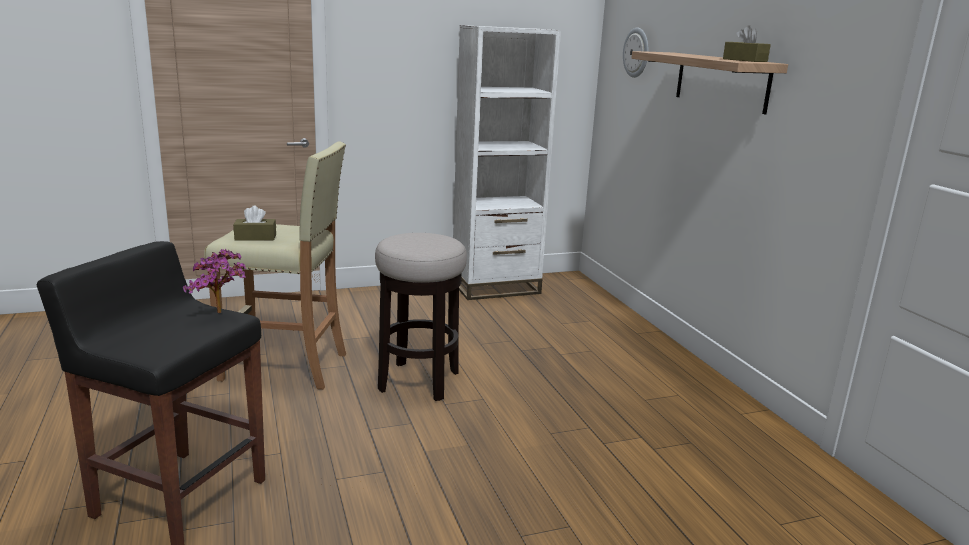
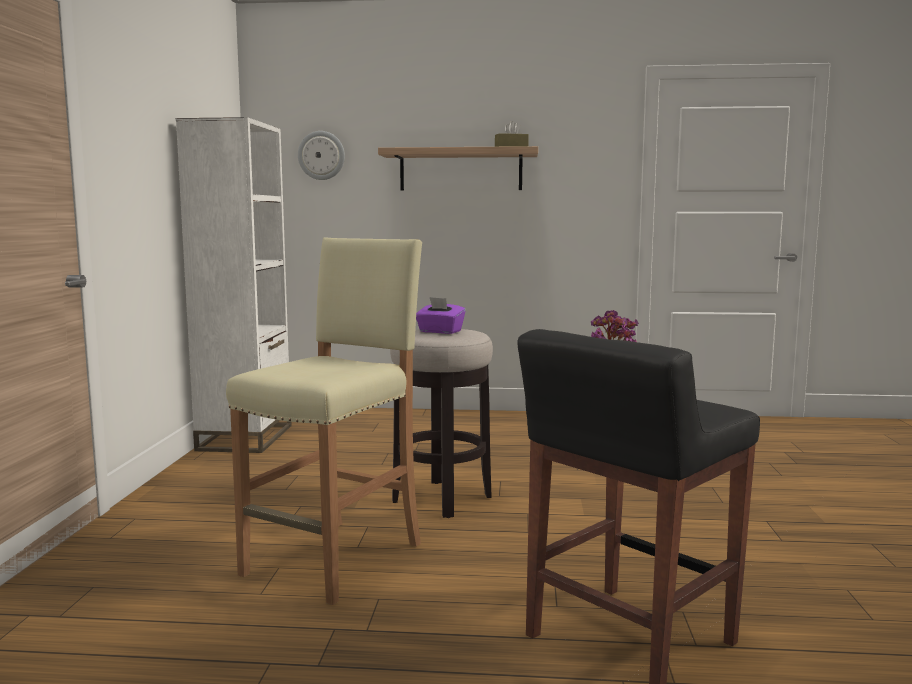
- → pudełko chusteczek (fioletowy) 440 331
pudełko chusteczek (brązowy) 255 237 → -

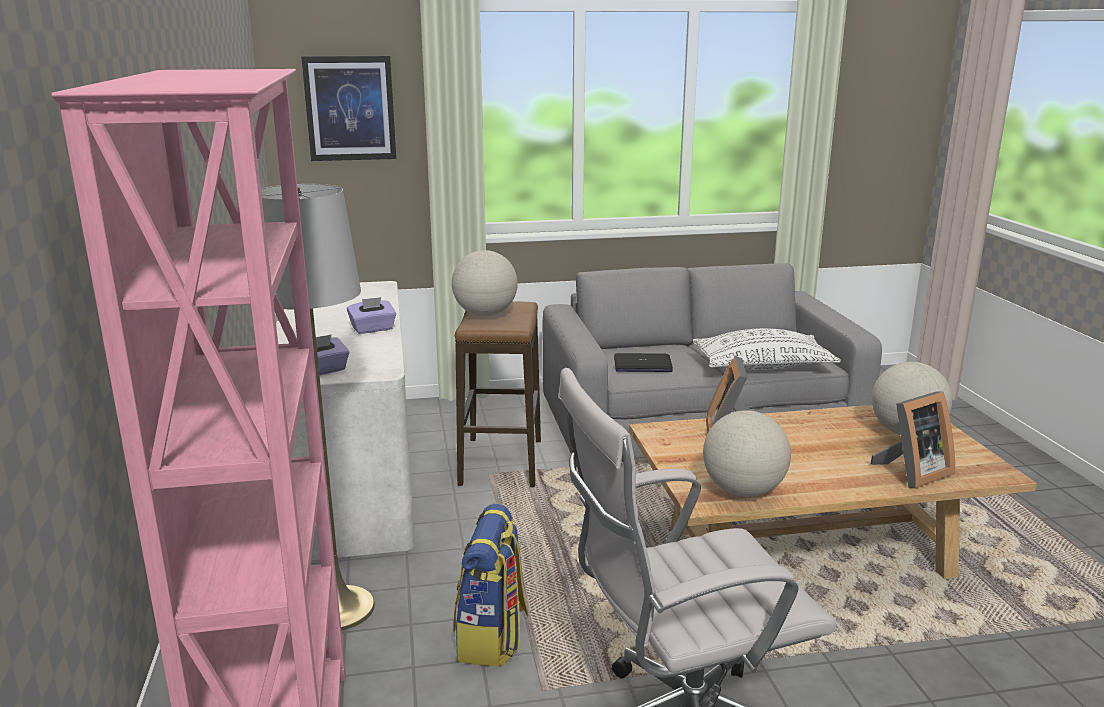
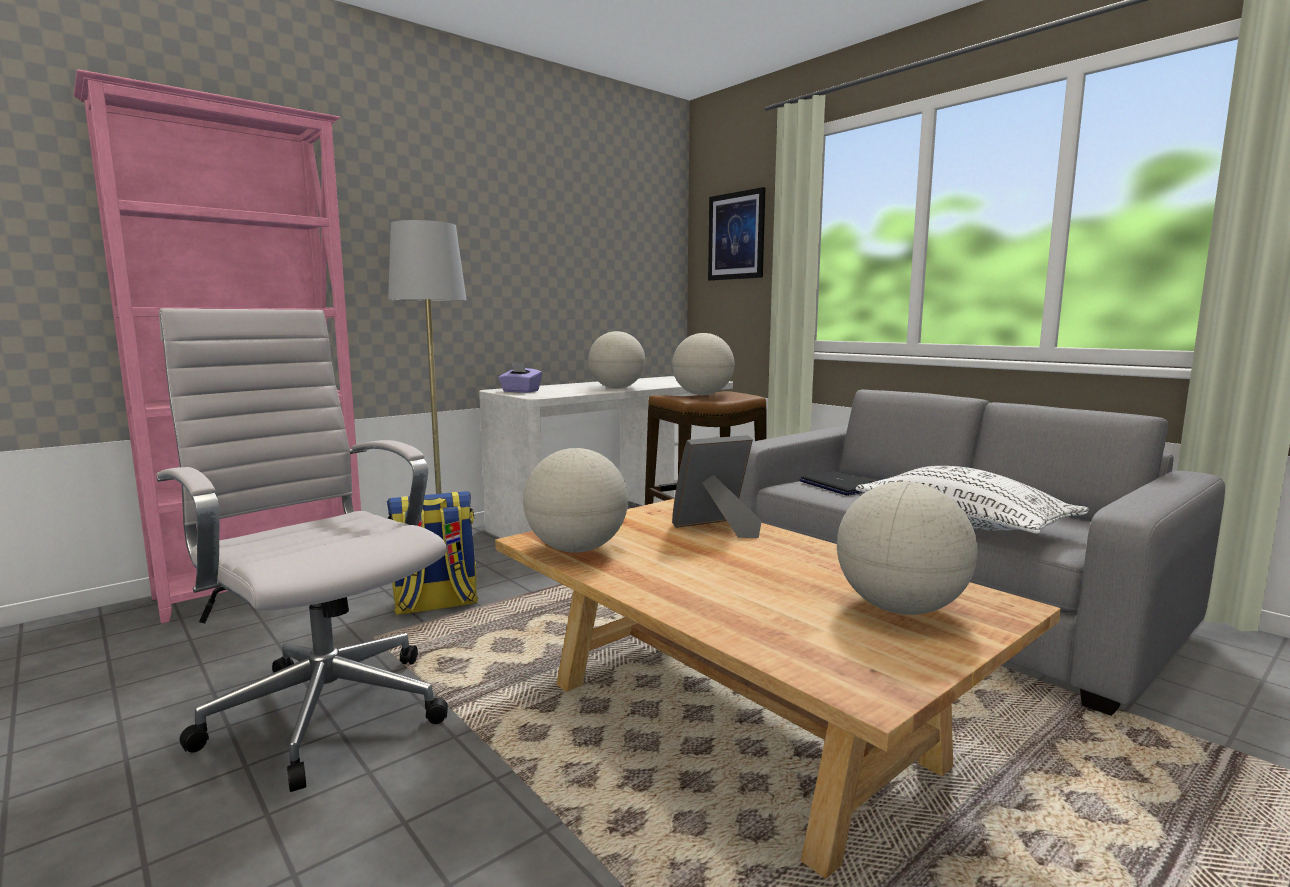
pudełko chusteczek (fioletowy) 373 329 → globus 617 388
ramka na zdjęcie 911 473 → -

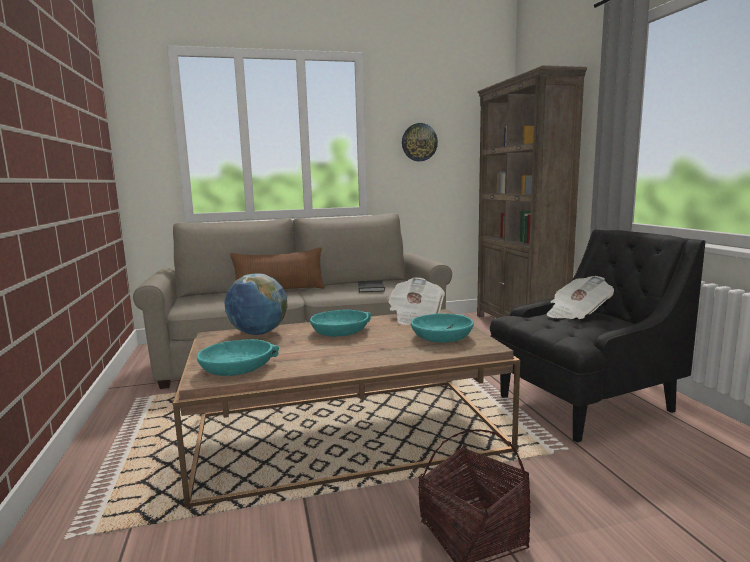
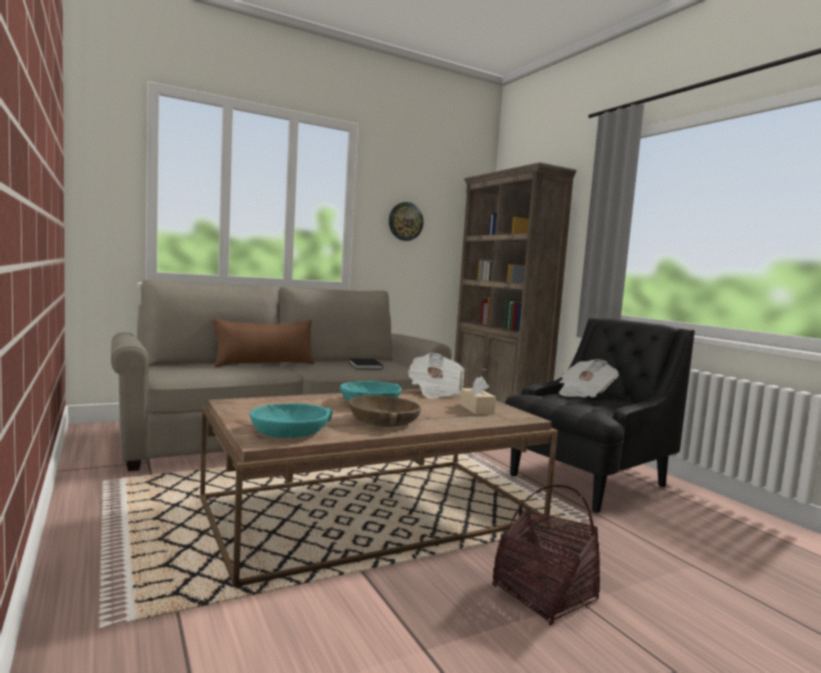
- → miska (brązowy) 384 421
miska (turkusowy) 442 336 → pudełko chusteczek (beżowy) 476 409
globus 258 333 → -

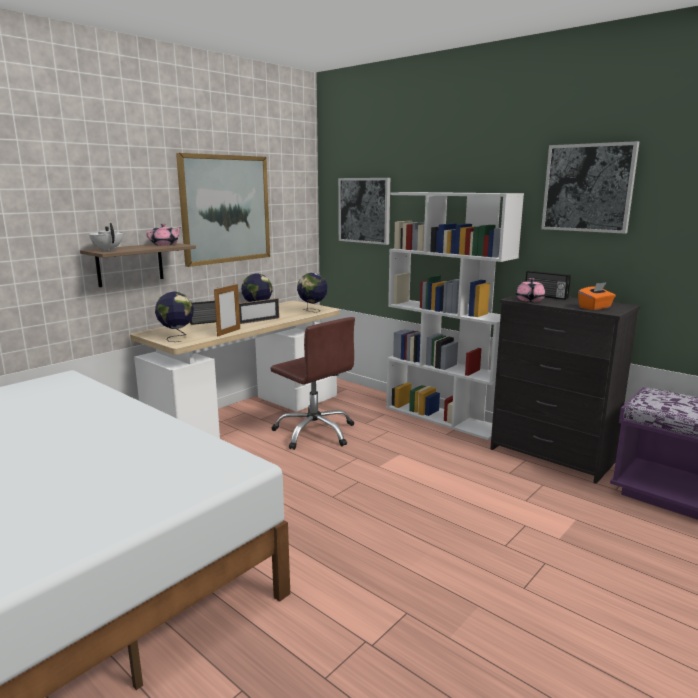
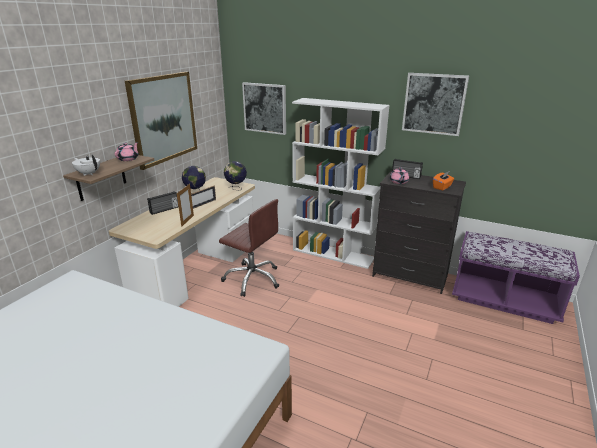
globus 177 338 → -

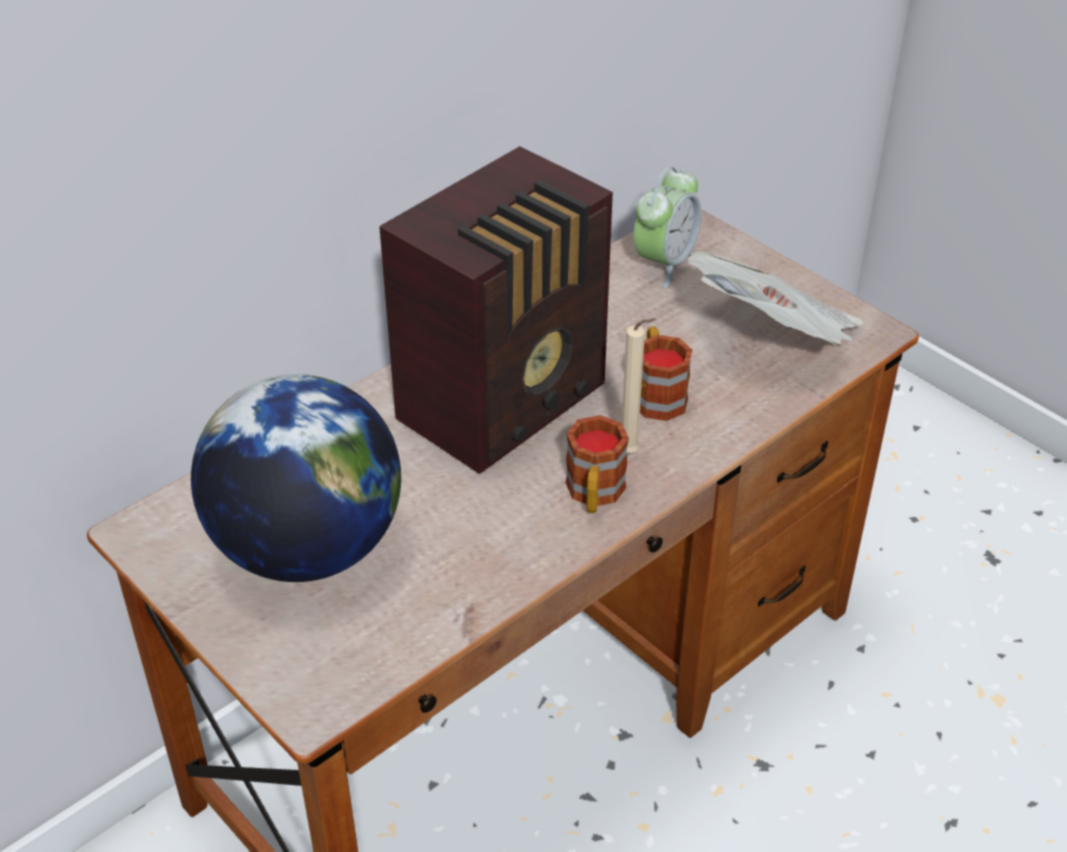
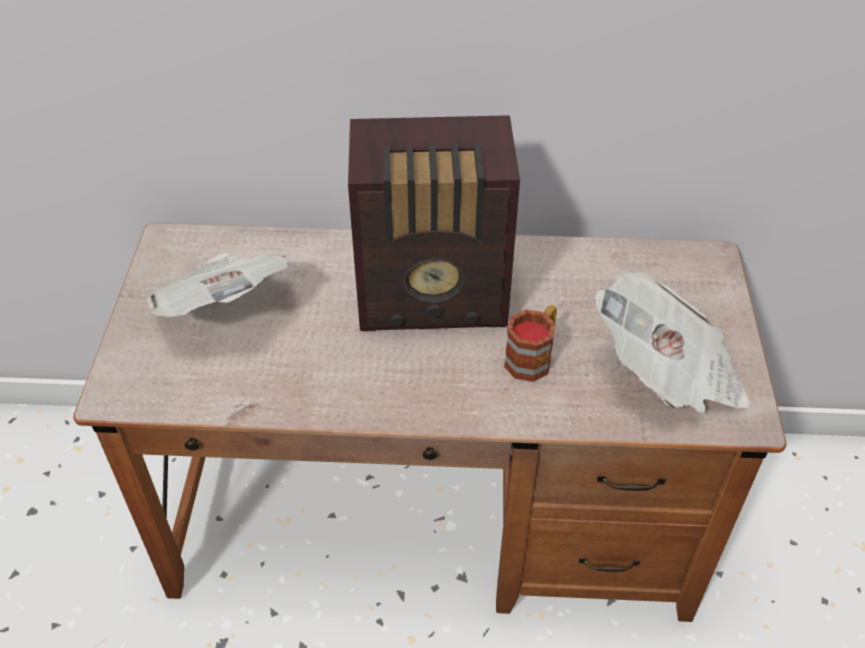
globus 307 549 → gazeta 223 308
kubek 594 495 → -
świeca (beżowy) 632 453 → -
budzik 664 263 → -

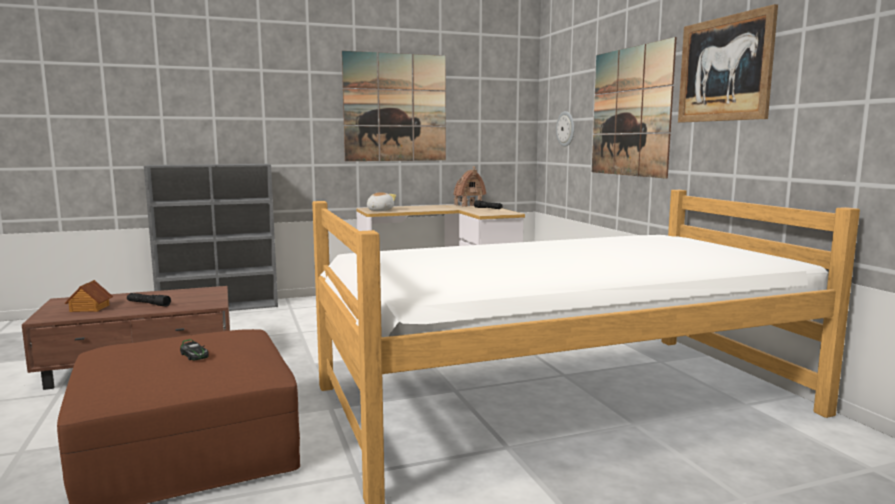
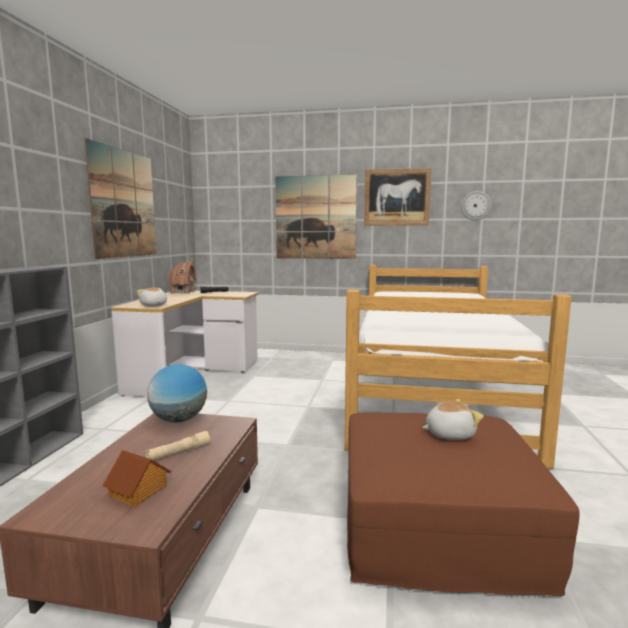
latarka (czarny) 148 304 → latarka (beżowy) 179 453
- → globus 179 420
samochodzik 194 355 → pluszak 449 434
zegar ścienny 566 129 → zegar ścienny 476 205, shifted

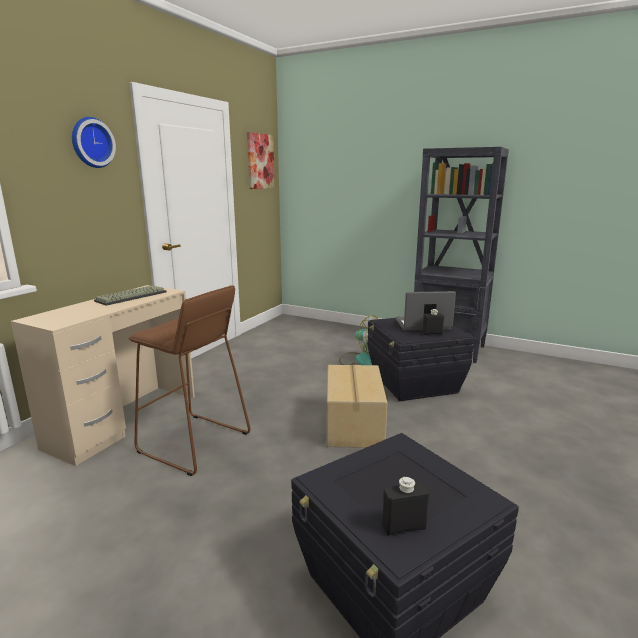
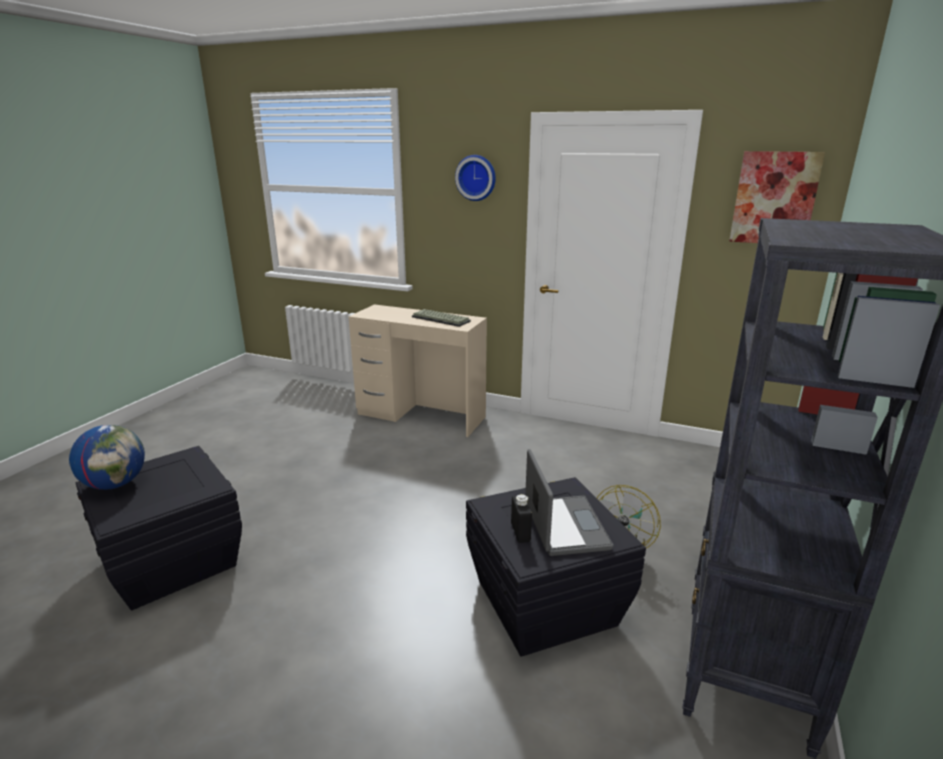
butelka (czarny) 403 527 → globus 115 484
stołek (brązowy) 193 443 → -
karton 352 424 → -

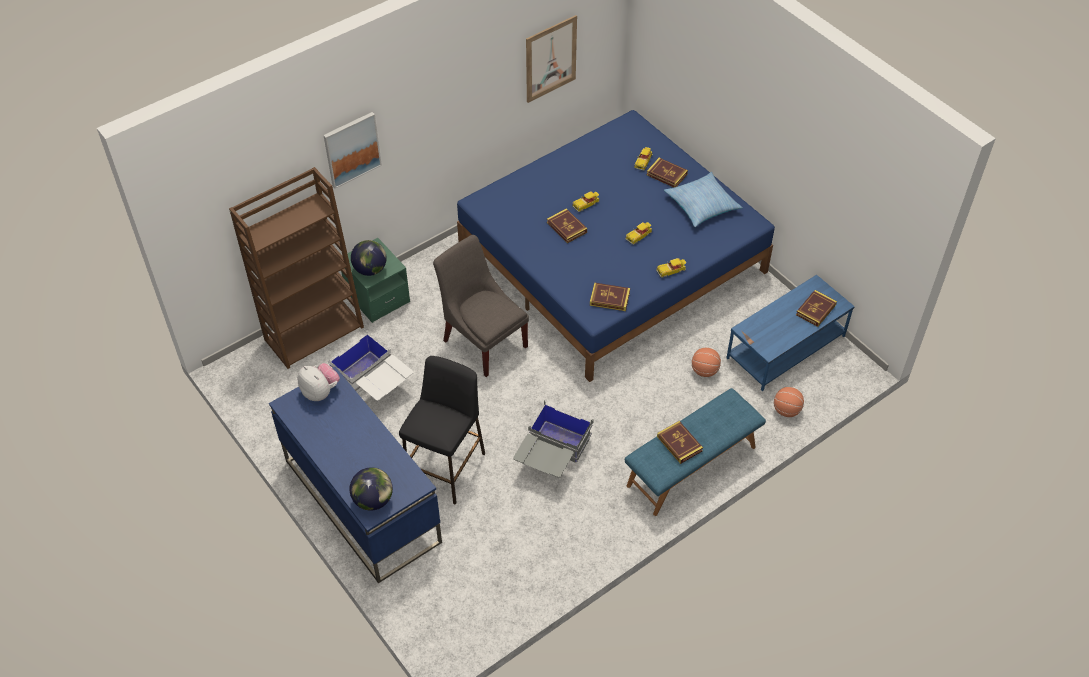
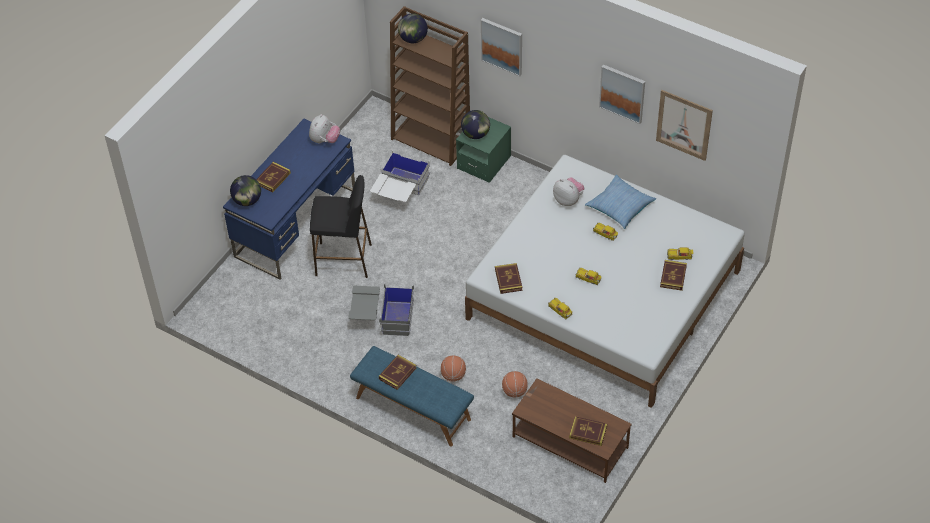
książka 566 227 → książka 273 178, shifted
- → globus 413 39
piłka do koszykówki 786 410 → piłka do koszykówki 453 375, shifted
łóżko (niebieski) 612 261 → łóżko (biały) 603 294
ława (niebieski) 786 347 → ława (brązowy) 569 442
- → pluszak 568 200
poduszka 702 204 → poduszka 620 206, shifted
- → obraz 622 93
krzesło (szary) 483 340 → -

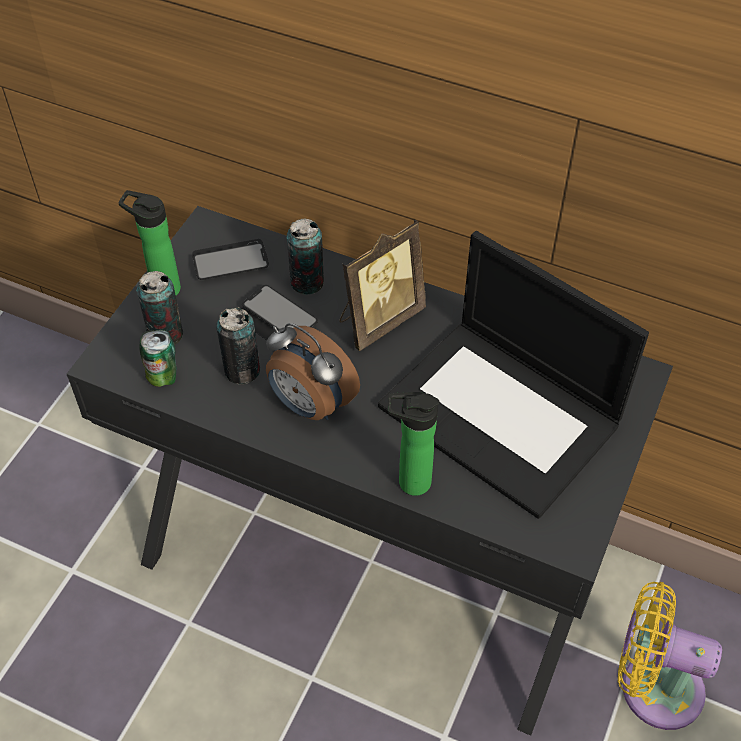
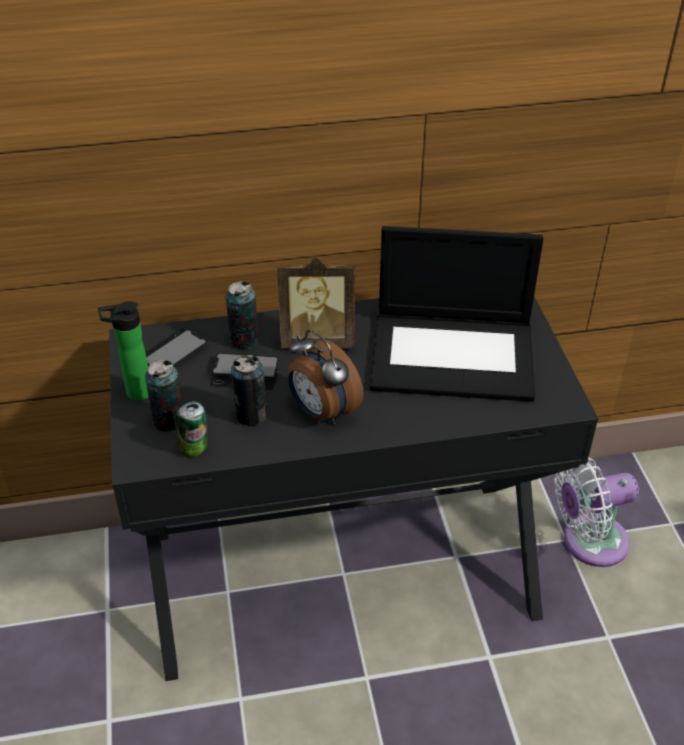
ramka na zdjęcie 378 319 → ramka na zdjęcie 318 339, 75 degrees clockwise
budzik 310 405 → budzik 322 412, 45 degrees clockwise
wentylator (żółty) 652 685 → wentylator (biały) 588 542
butelka 409 482 → -

